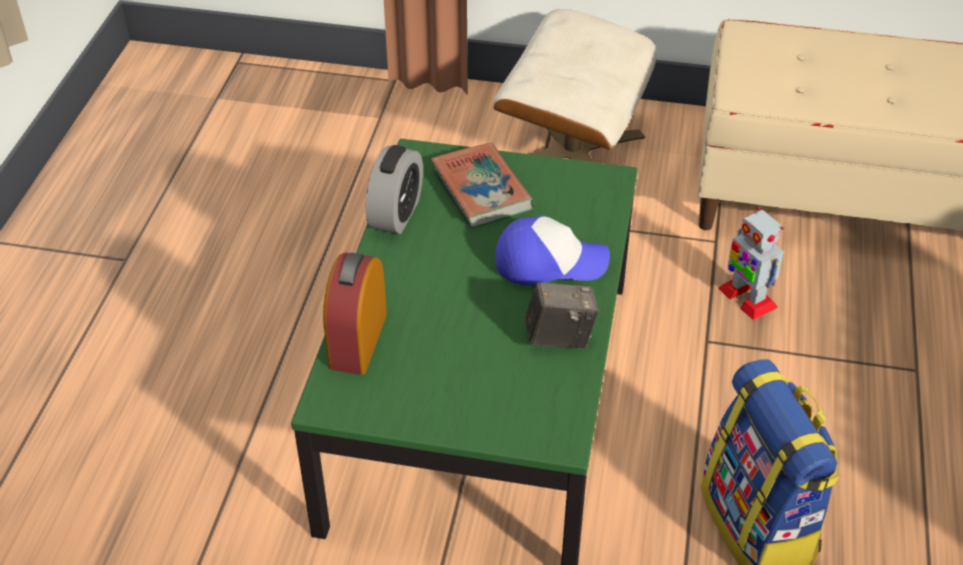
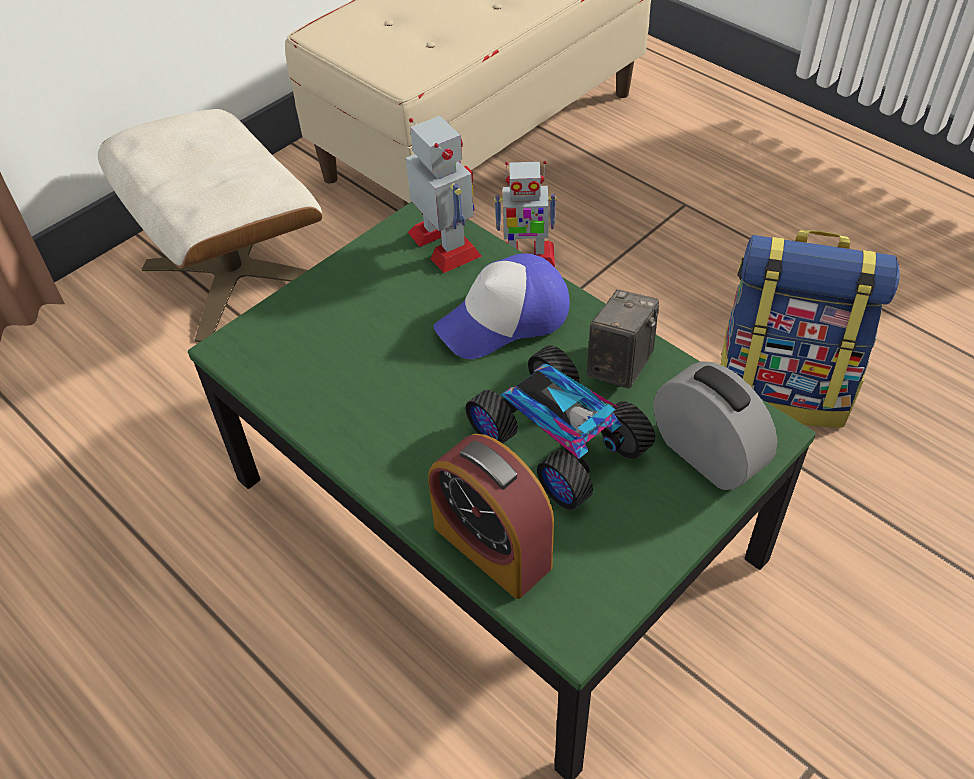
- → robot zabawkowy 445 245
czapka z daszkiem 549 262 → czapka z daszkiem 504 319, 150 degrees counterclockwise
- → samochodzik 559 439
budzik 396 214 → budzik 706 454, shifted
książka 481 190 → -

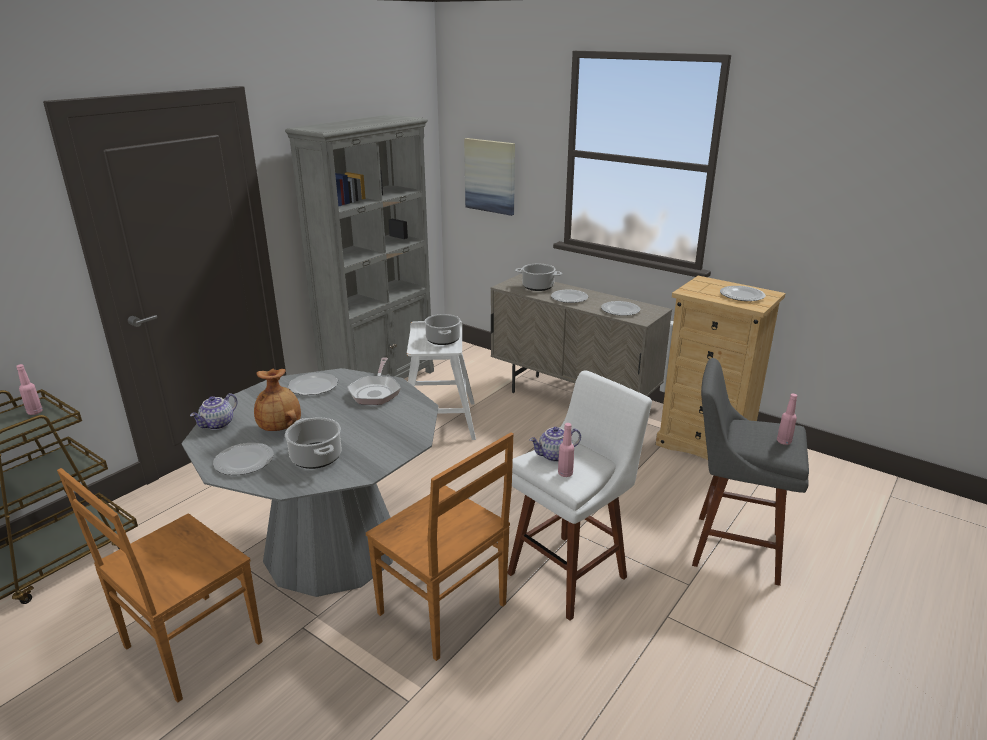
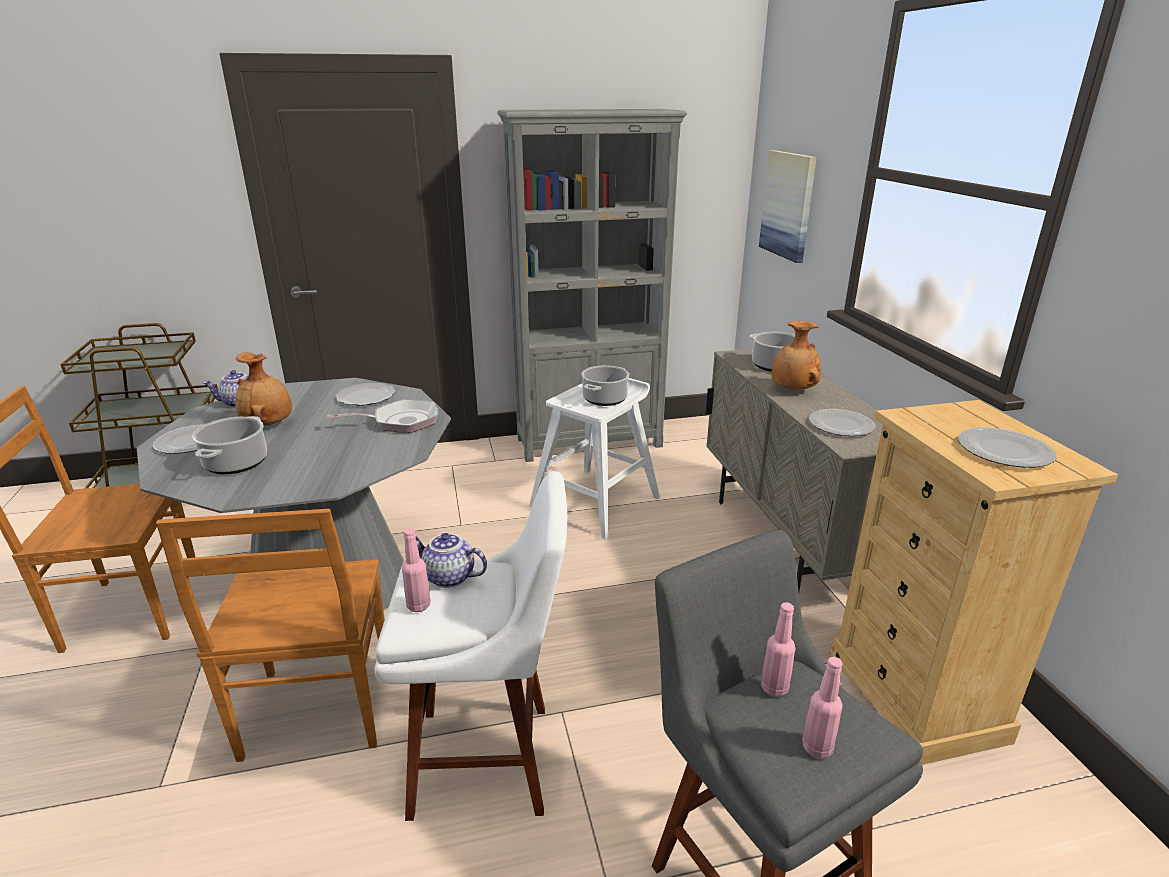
patelnia 375 392 → patelnia 400 422, 150 degrees counterclockwise
butelka (różowy) 35 412 → butelka (różowy) 774 688, shifted
talerz 569 298 → wazon (brązowy) 792 390

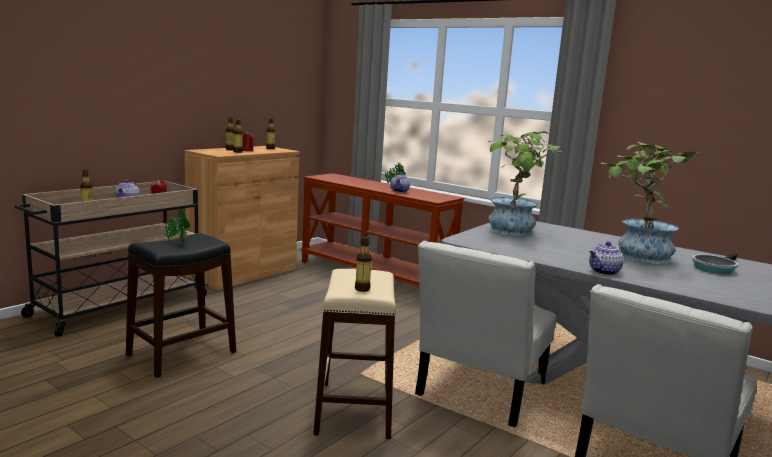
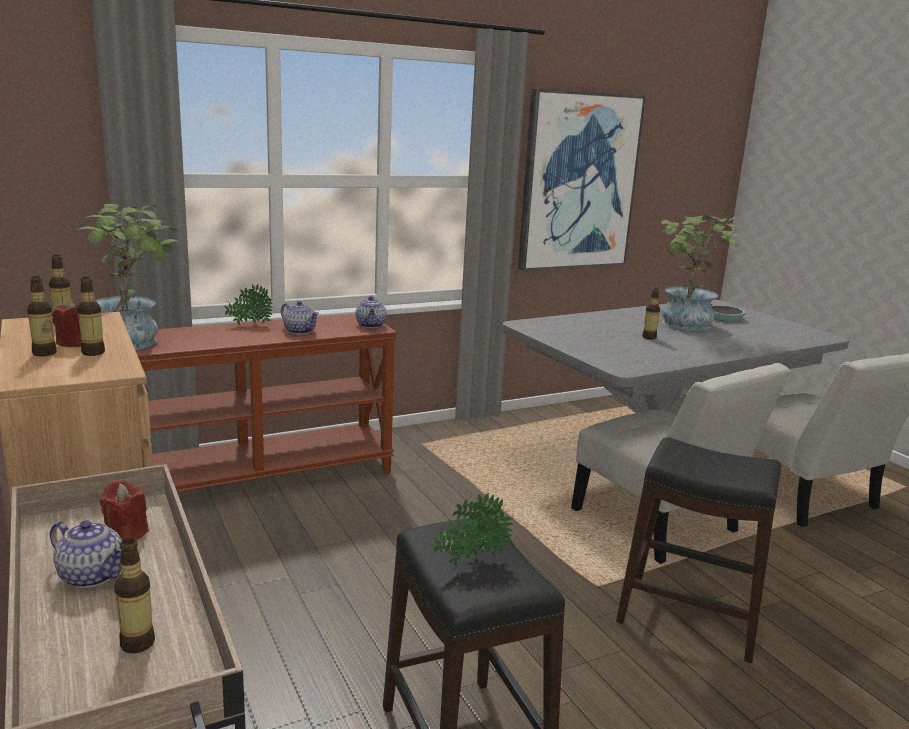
roślina doniczkowa 515 232 → roślina doniczkowa 135 342, shifted
imbryk 604 272 → imbryk 371 325, shifted
- → obraz 578 182
stołek (beżowy) 355 409 → stołek (czarny) 688 615
butelka 362 289 → butelka 649 337, shifted

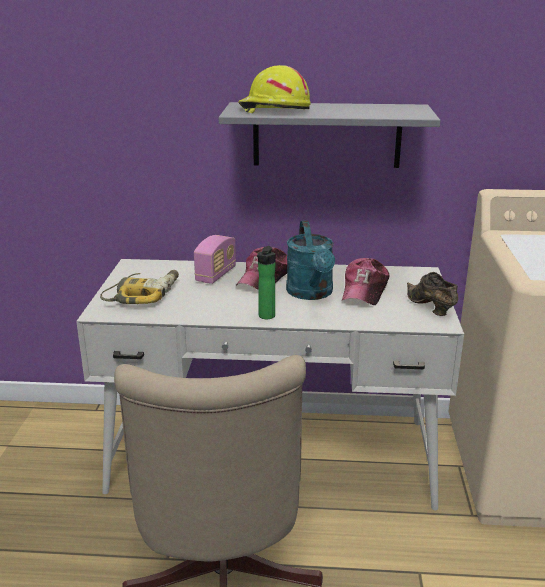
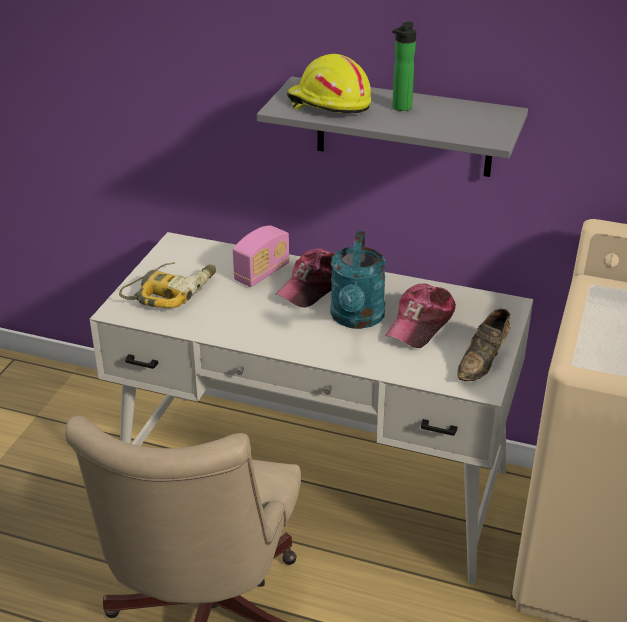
butelka 266 317 → butelka 400 108, shifted
but (brązowy) 430 307 → but (brązowy) 483 361, 135 degrees counterclockwise

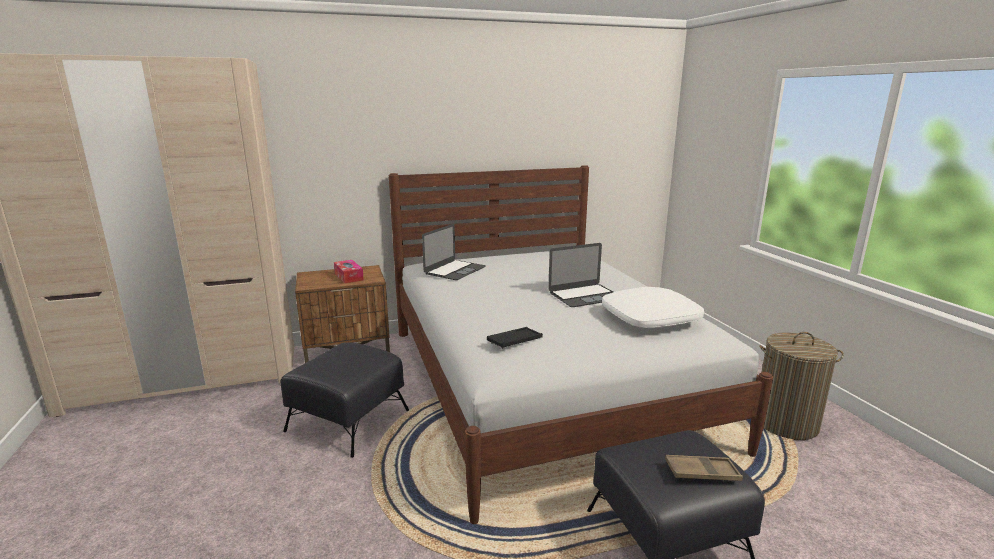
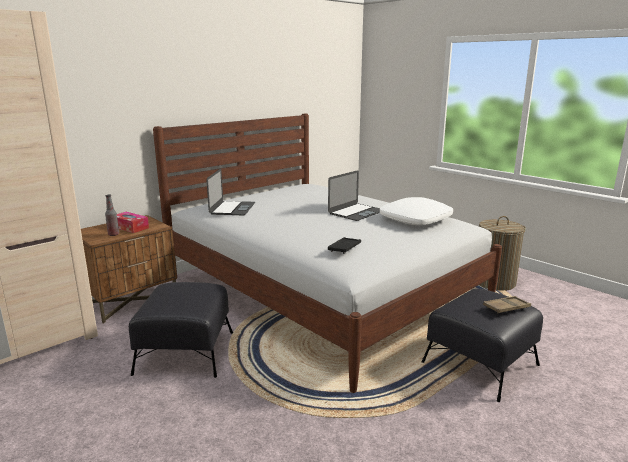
- → butelka 113 234

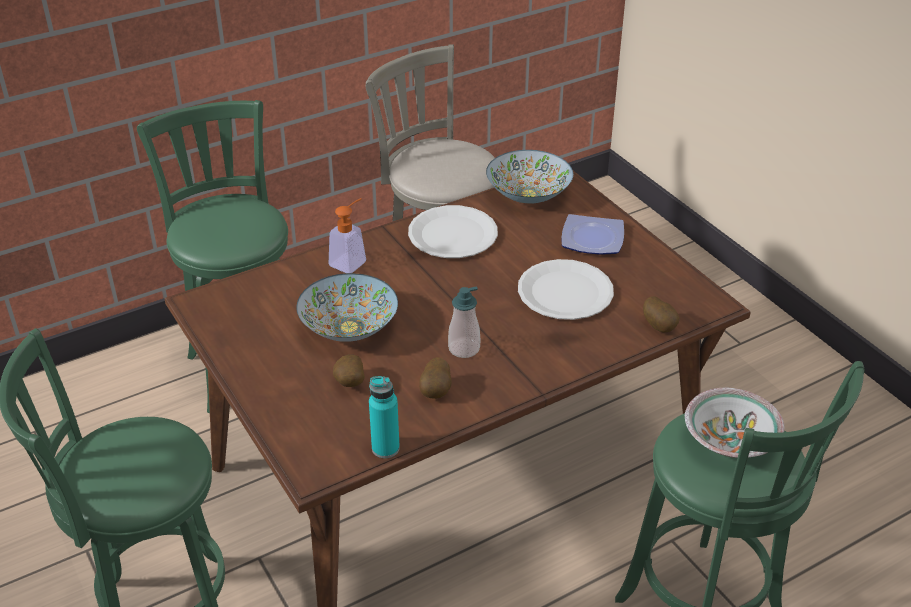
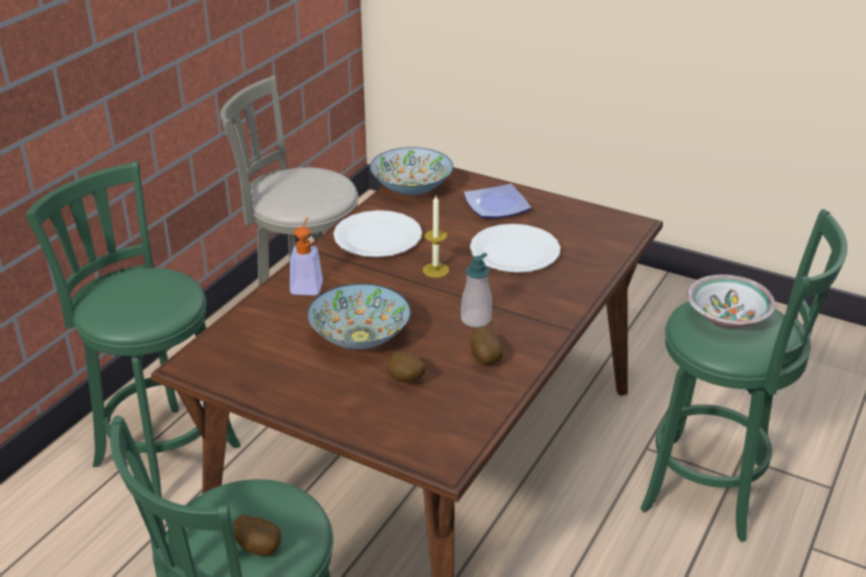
ziemniak 660 326 → ziemniak 260 547, shifted
- → świeca 435 270
butelka (turkusowy) 385 448 → -

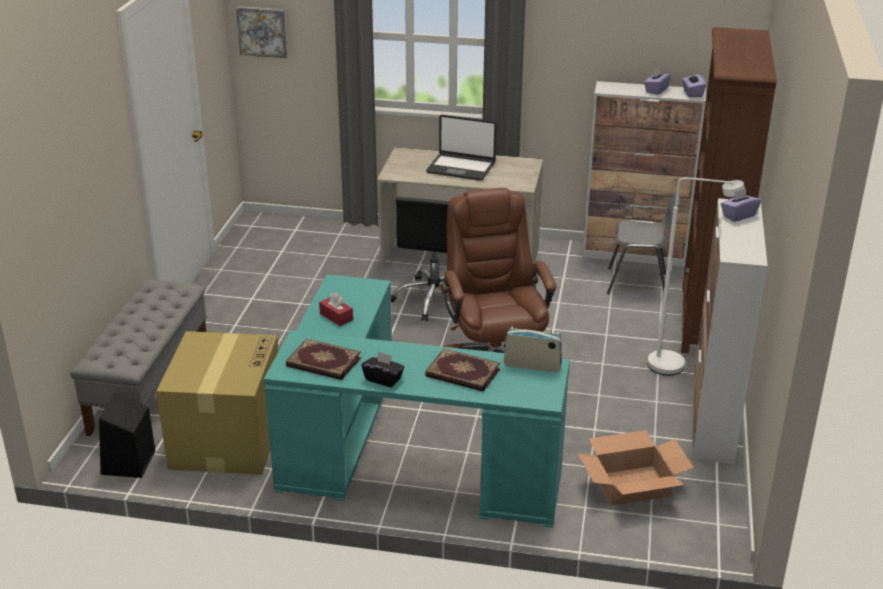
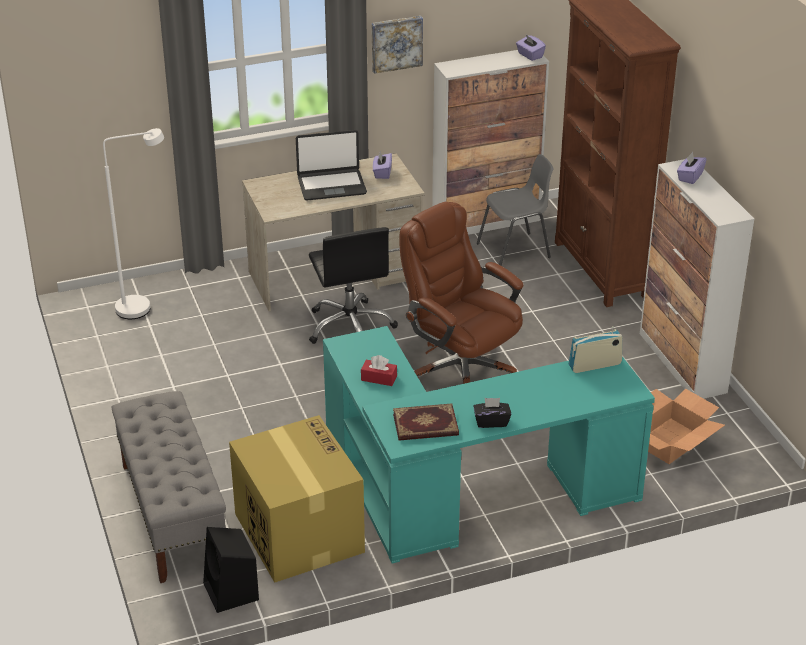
lampa stojąca (biały) 676 365 → lampa stojąca (biały) 142 307, shifted
obraz 262 31 → obraz 396 43, shifted
pudełko chusteczek (fioletowy) 656 90 → pudełko chusteczek (fioletowy) 382 173, shifted
książka 462 373 → -

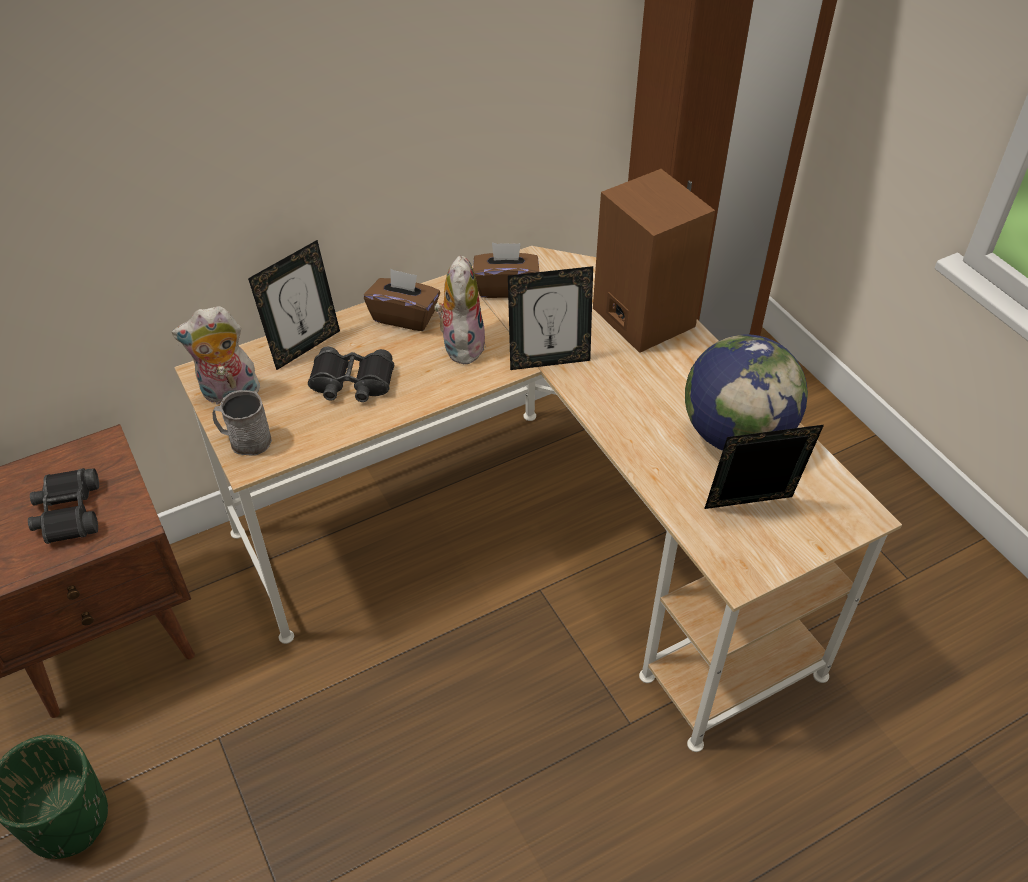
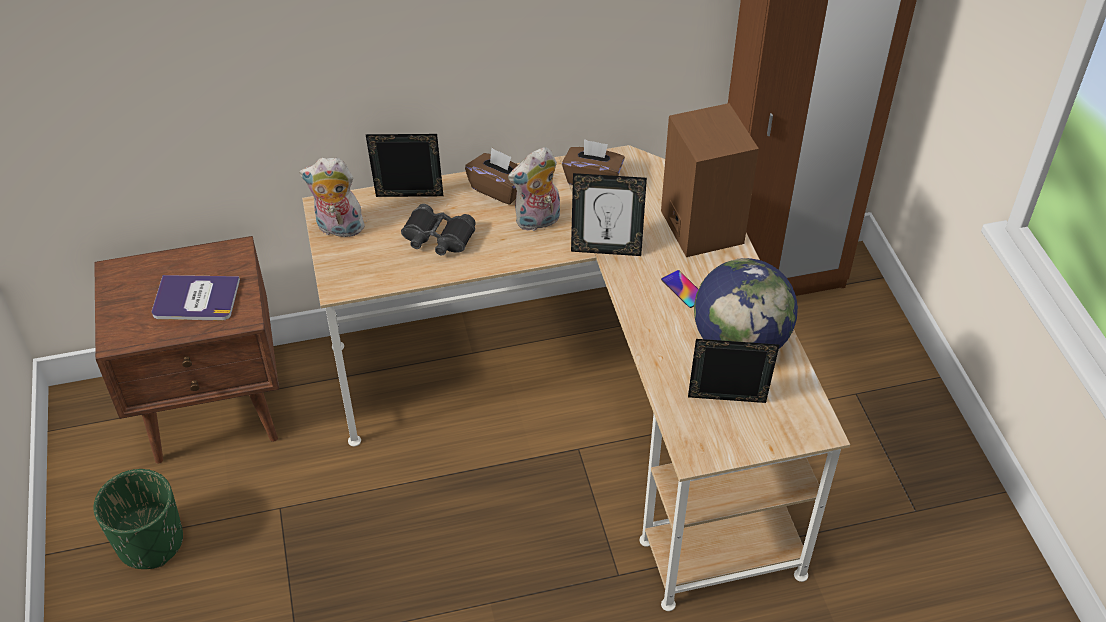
lornetka (czarny) 68 513 → książka 196 299
ramka na zdjęcie 304 347 → ramka na zdjęcie 409 200, 150 degrees counterclockwise
pluszak 461 344 → pluszak 537 222, 135 degrees counterclockwise
- → telefon 684 289
kubek (szary) 245 440 → -

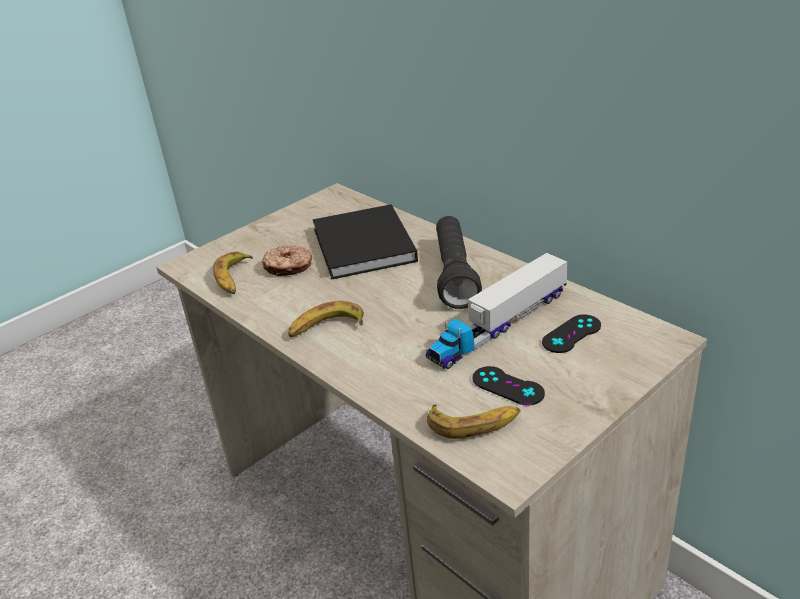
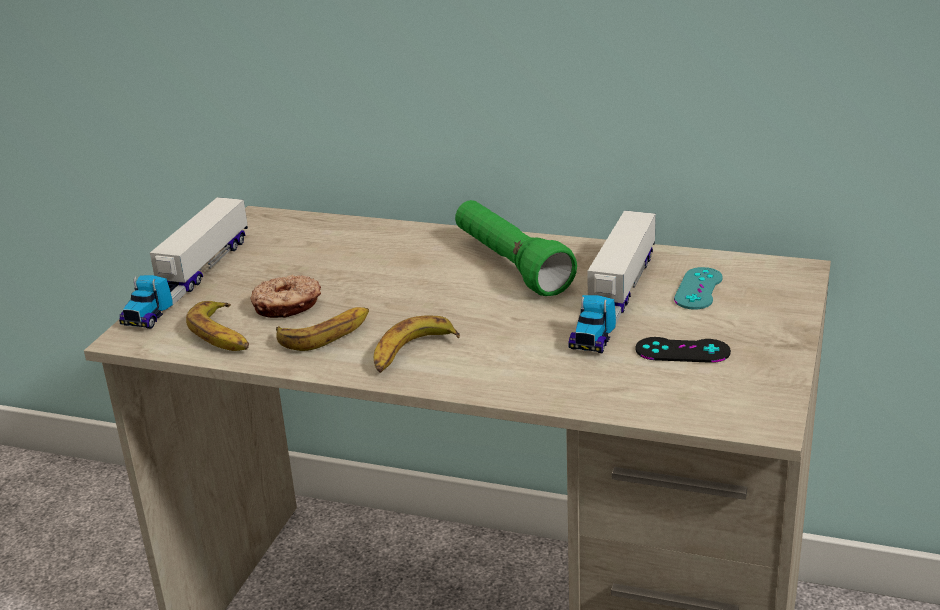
- → ciężarówka zabawkowa 189 281
banan 474 424 → banan 326 334, shifted
latarka (czarny) 454 274 → latarka (zielony) 510 266
pad do gier (czarny) 571 334 → pad do gier (turkusowy) 698 289
książka (czarny) 364 247 → -

